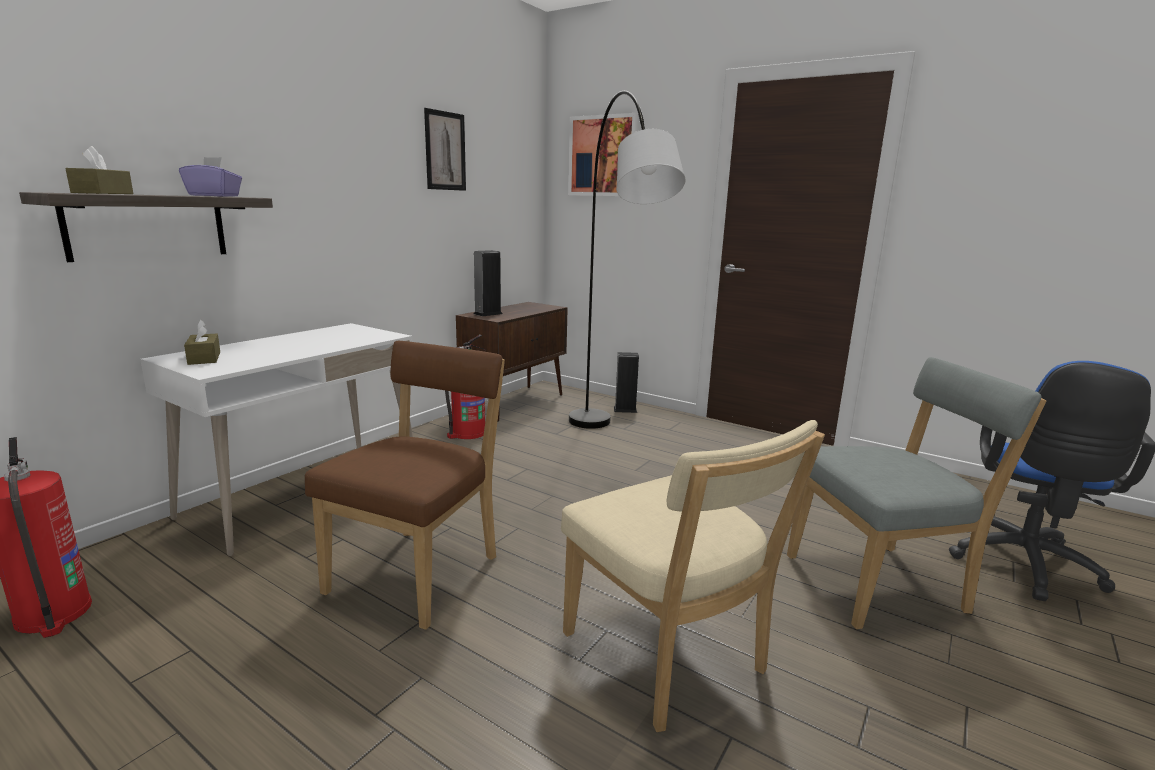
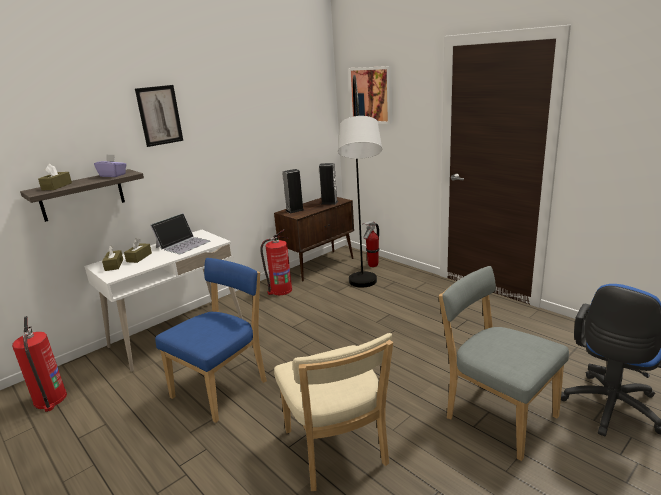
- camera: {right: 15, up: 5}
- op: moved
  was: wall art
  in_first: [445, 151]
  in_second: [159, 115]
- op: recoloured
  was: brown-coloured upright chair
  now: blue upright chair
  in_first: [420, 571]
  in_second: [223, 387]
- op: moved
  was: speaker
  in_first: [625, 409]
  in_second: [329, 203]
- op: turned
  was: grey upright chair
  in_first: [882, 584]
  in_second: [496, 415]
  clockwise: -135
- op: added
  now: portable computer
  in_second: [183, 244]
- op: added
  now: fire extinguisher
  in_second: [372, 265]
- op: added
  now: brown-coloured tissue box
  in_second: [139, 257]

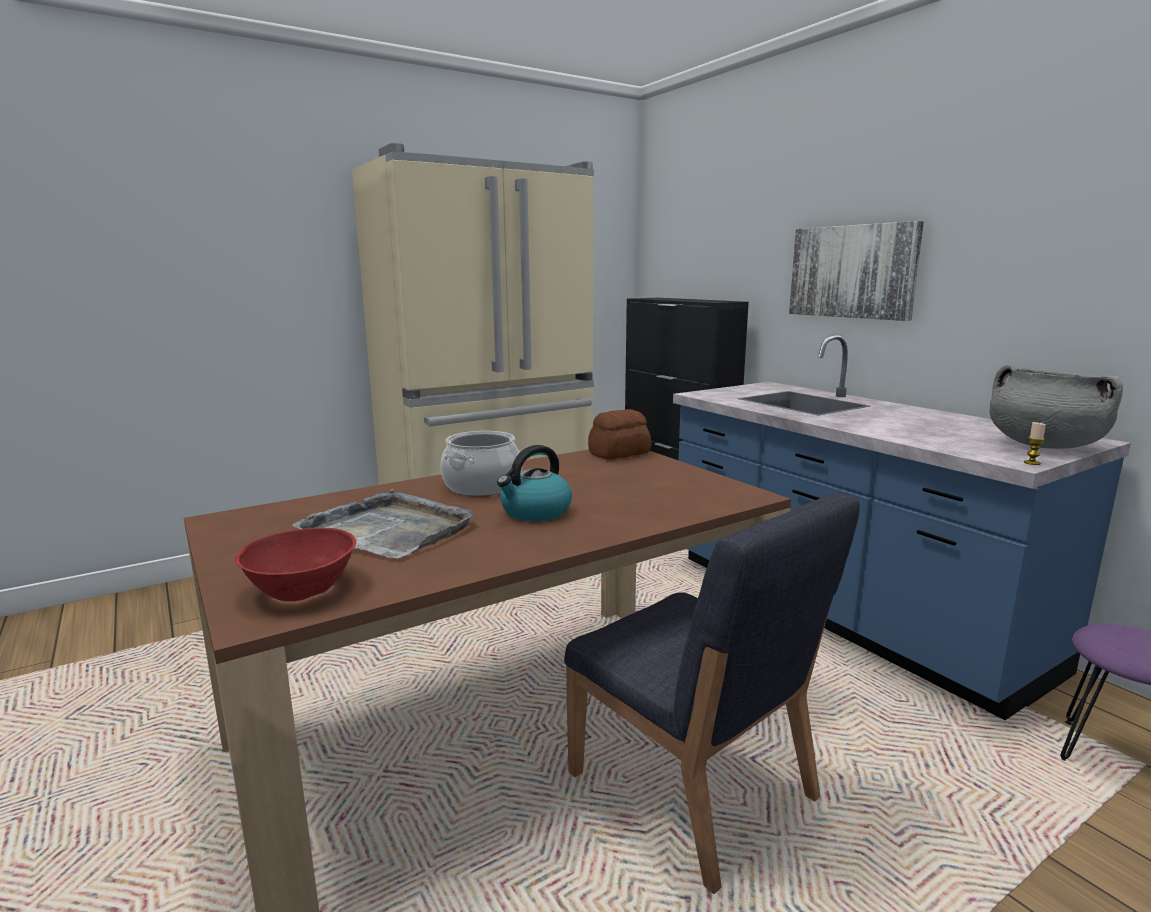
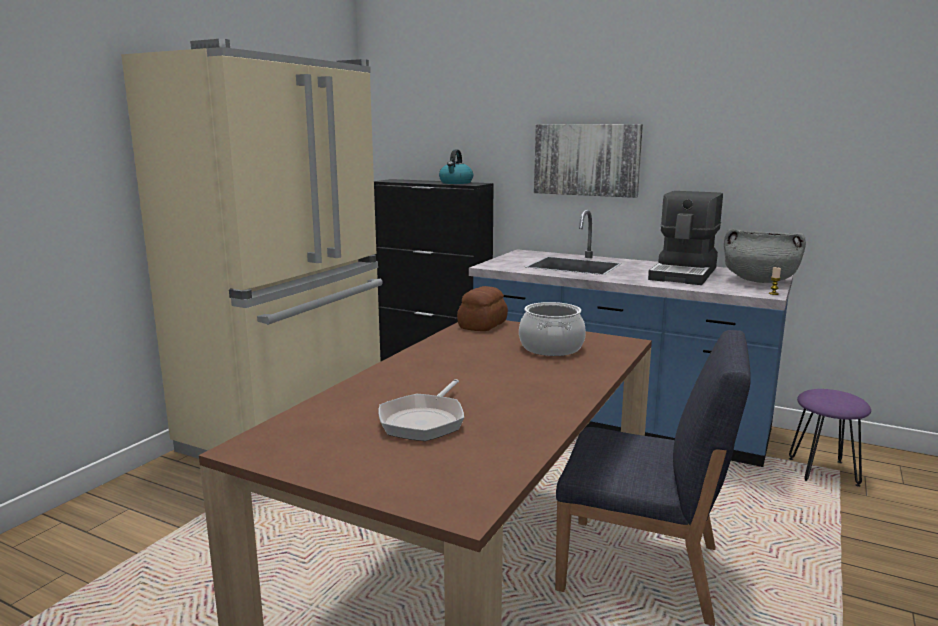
- camera: {right: -30, up: 0}
- op: moved
  was: cooking pot
  in_first: [482, 486]
  in_second: [552, 348]
- op: moved
  was: tea kettle
  in_first: [535, 512]
  in_second: [456, 183]
- op: replaced
  was: grey carrying tray
  now: frying pan
  in_first: [389, 530]
  in_second: [424, 421]
- op: removed
  was: reddish deep dish
  in_first: [300, 589]
- op: added
  now: coffee brewer
  in_second: [684, 274]

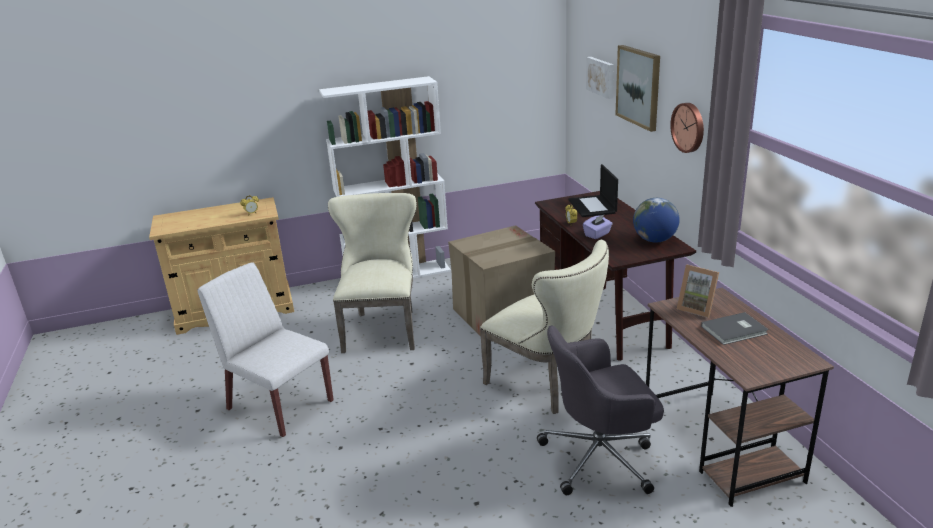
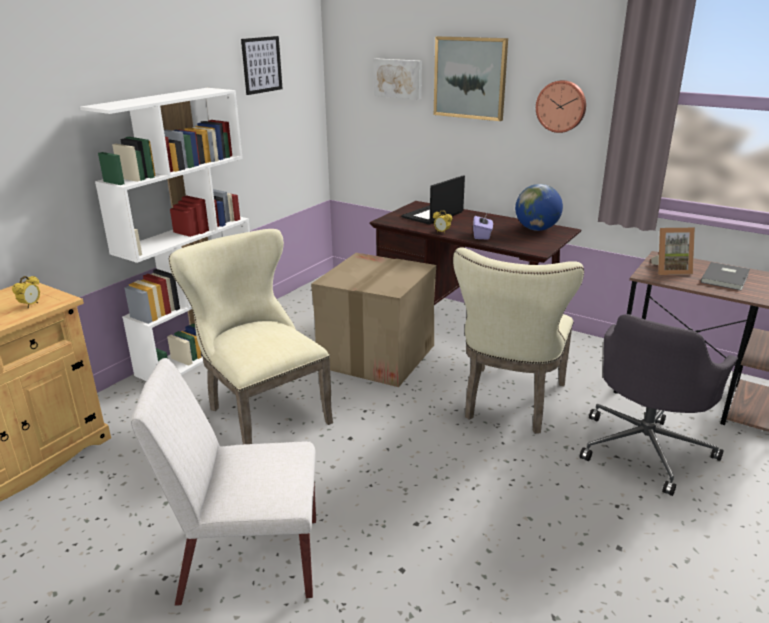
- camera: {right: -40, up: 0}
- op: turned
  was: portable computer
  in_first: [593, 206]
  in_second: [432, 215]
  clockwise: 90
- op: turned
  was: sand-coloured upright chair
  in_first: [547, 385]
  in_second: [510, 404]
  clockwise: 105
- op: added
  now: wall art
  in_second: [261, 65]

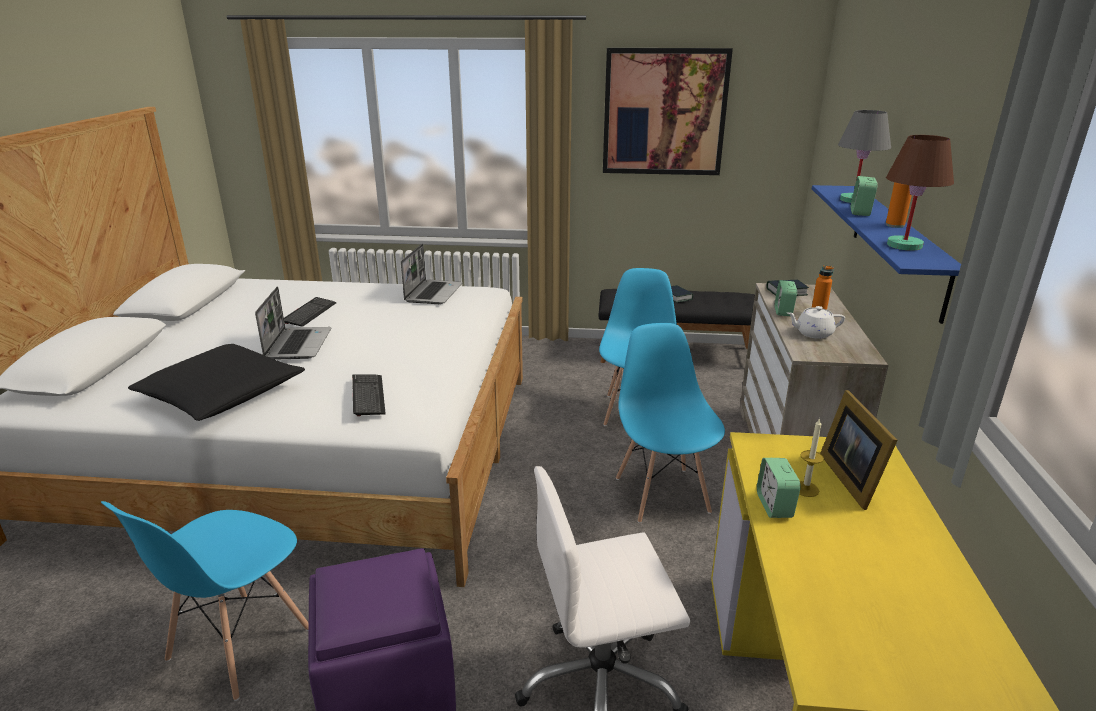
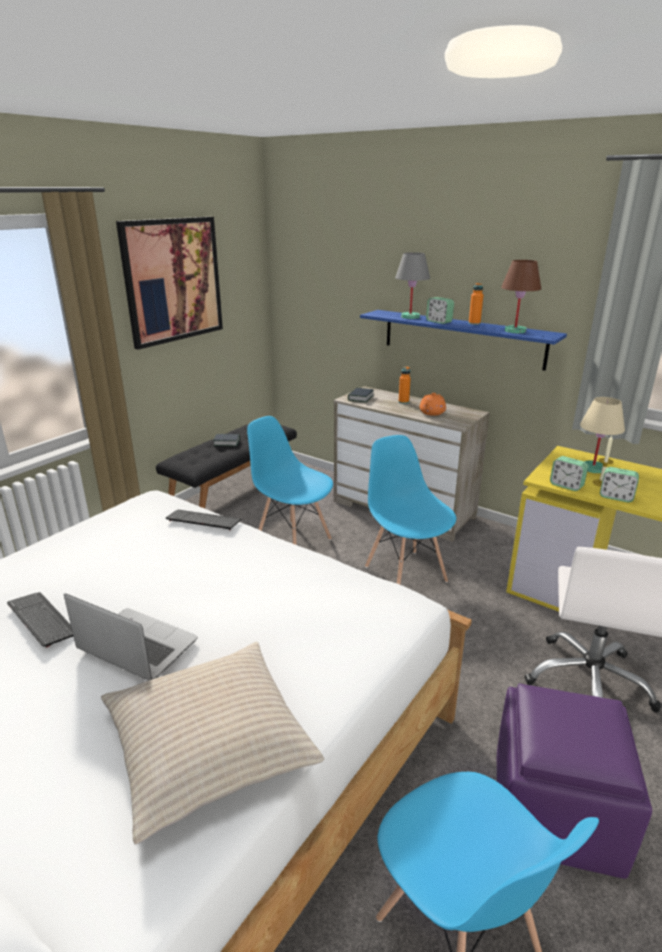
- camera: {right: -60, up: 0}
- op: removed
  was: portable computer
  in_first: [433, 293]
- op: moved
  was: table clock
  in_first: [783, 311]
  in_second: [566, 485]
- op: recoloured
  was: white pot for tea
  now: orangey pot for tea
  in_first: [813, 333]
  in_second: [431, 413]
- op: turned
  was: blue upright chair
  in_first: [662, 494]
  in_second: [405, 573]
  clockwise: 45
- op: recoloured
  was: black pillow
  now: sand-coloured pillow
  in_first: [221, 395]
  in_second: [209, 745]
- op: moved
  was: PC keyboard
  in_first: [368, 396]
  in_second: [204, 520]
- op: replaced
  was: standing frame
  now: sand-coloured tabletop lamp
  in_first: [852, 478]
  in_second: [593, 468]

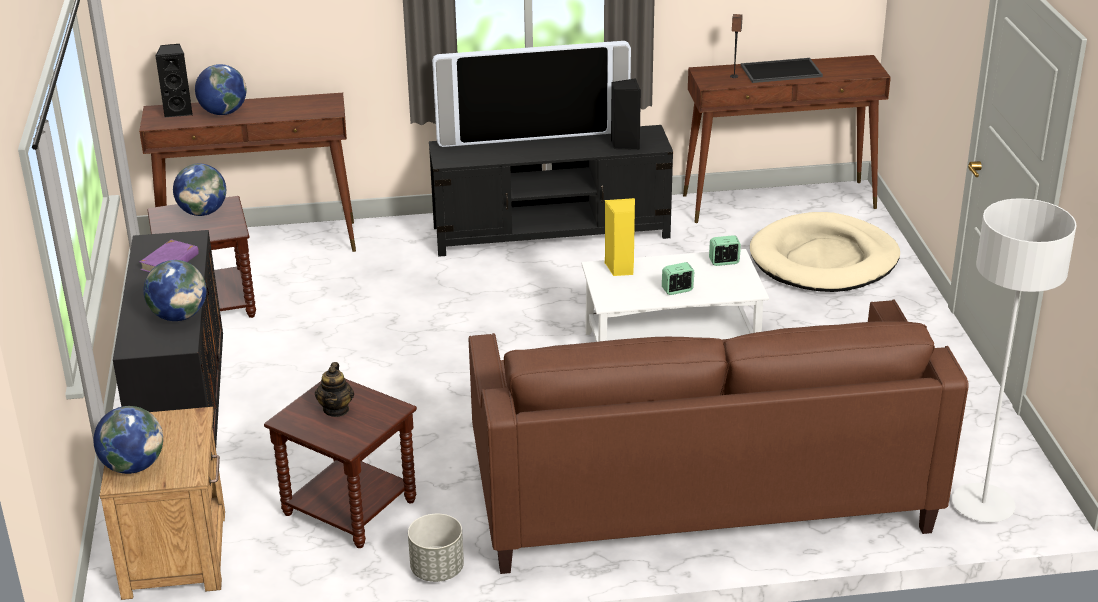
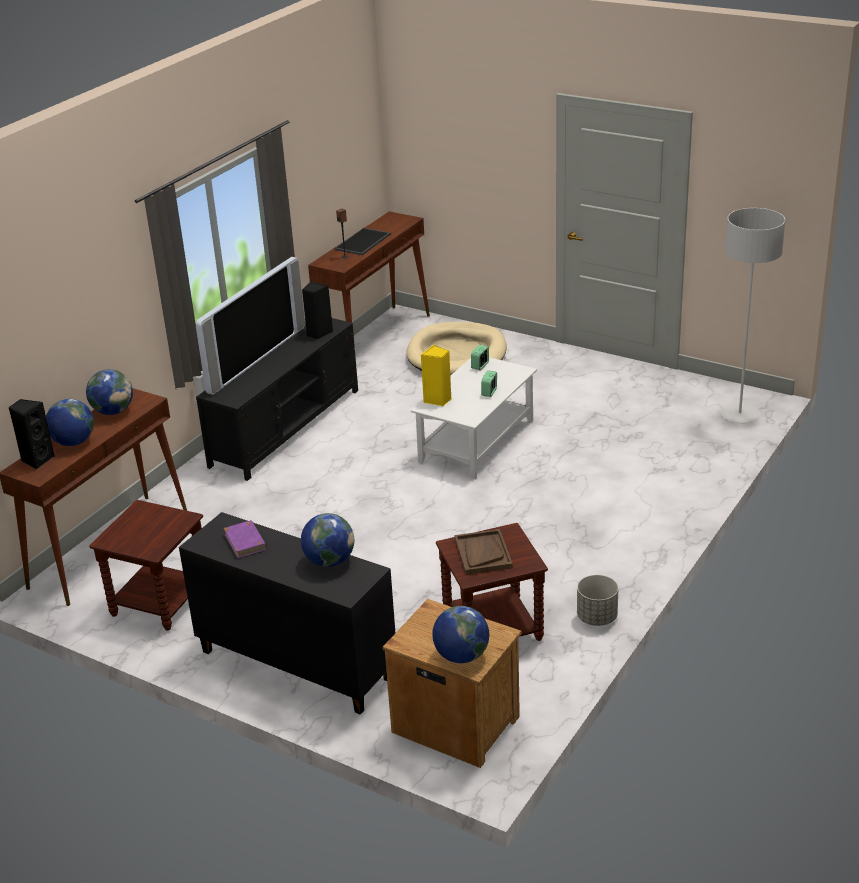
- camera: {right: -50, up: 0}
- op: moved
  was: globe
  in_first: [203, 212]
  in_second: [113, 411]
- op: removed
  was: brown-coloured couch
  in_first: [700, 488]
- op: replaced
  was: pot for tea
  now: brown-coloured carrying tray
  in_first: [336, 409]
  in_second: [483, 553]

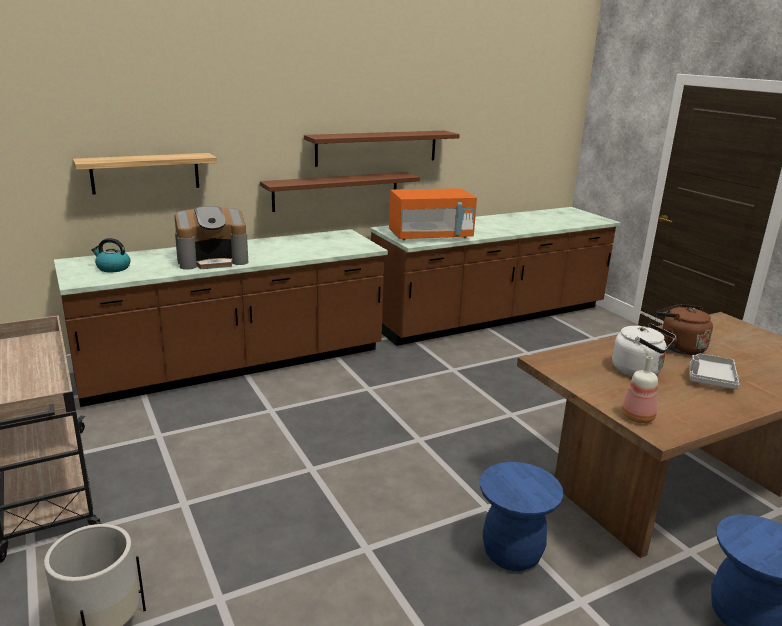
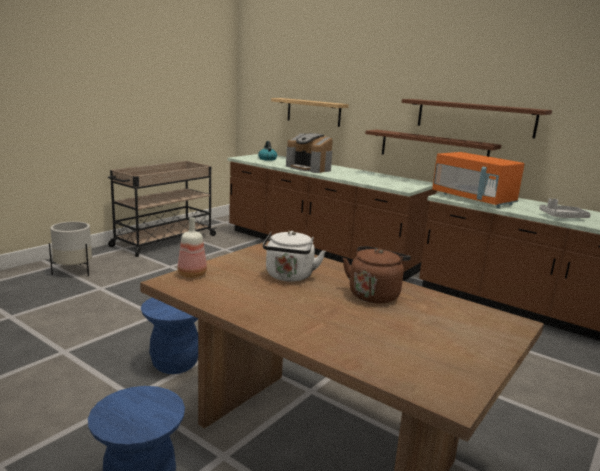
- camera: {right: 65, up: -5}
- op: moved
  was: grey carrying tray
  in_first: [710, 378]
  in_second: [562, 217]

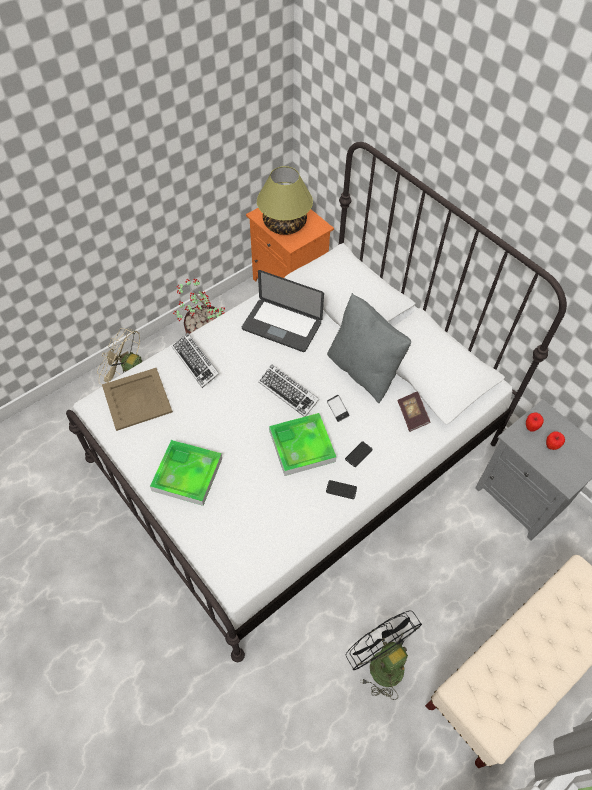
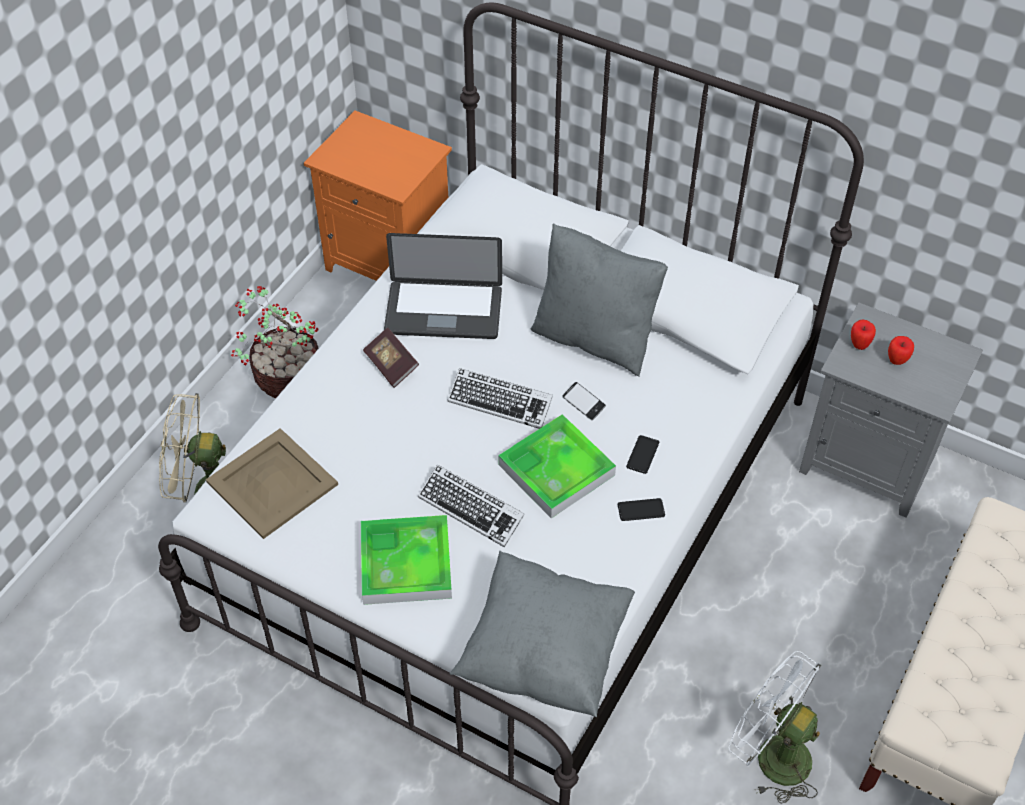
- camera: {right: -20, up: -5}
- op: removed
  was: tabletop lamp
  in_first: [285, 224]
- op: moved
  was: PC keyboard
  in_first: [196, 362]
  in_second: [471, 509]
- op: moved
  was: volume
  in_first: [412, 415]
  in_second: [391, 365]
- op: recoloured
  was: black electric fan
  now: white electric fan
  in_first: [380, 662]
  in_second: [771, 755]
- op: added
  now: grey pillow
  in_second: [544, 652]

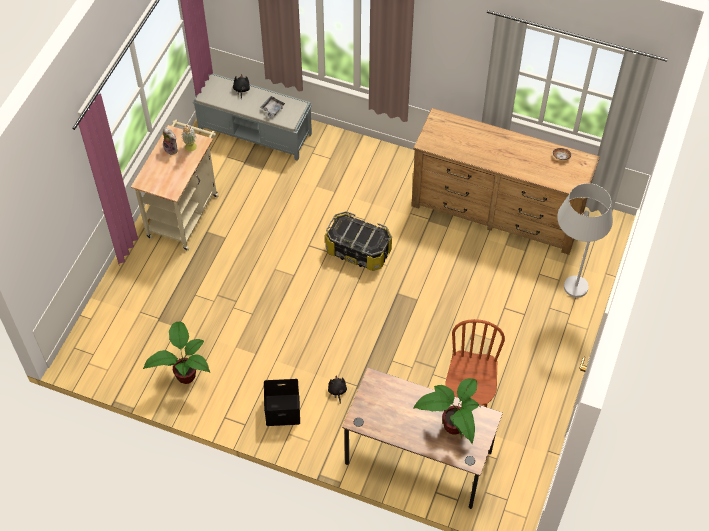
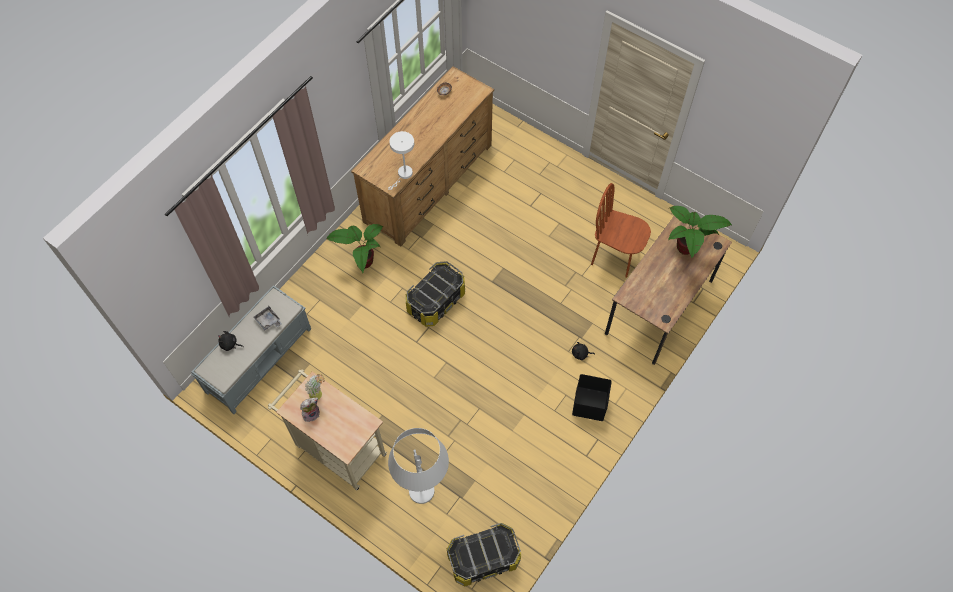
- camera: {right: -75, up: 5}
- op: moved
  was: white standing lamp
  in_first: [565, 293]
  in_second: [426, 504]
- op: moved
  was: potted plant
  in_first: [185, 375]
  in_second: [362, 263]
- op: added
  now: white tabletop lamp
  in_second: [403, 175]
- op: added
  now: storage container
  in_second: [483, 558]

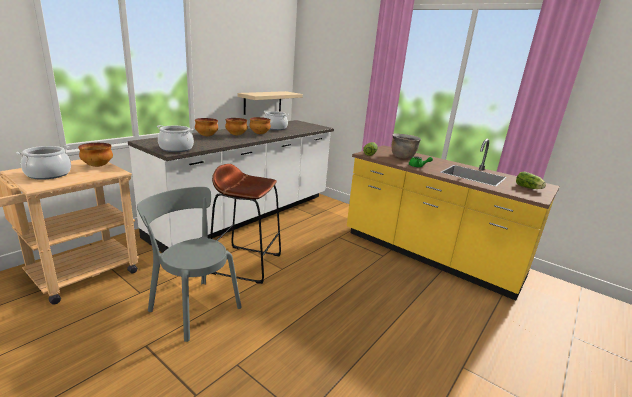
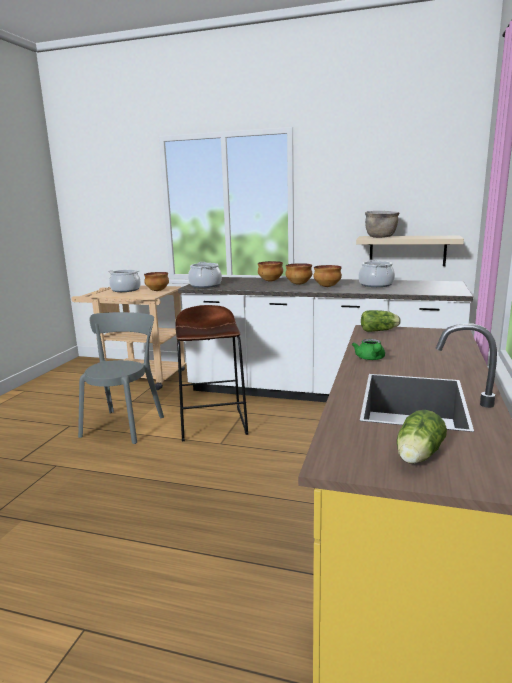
- camera: {right: 70, up: -5}
- op: moved
  was: brown-coloured cooking pot
  in_first: [403, 157]
  in_second: [381, 237]

